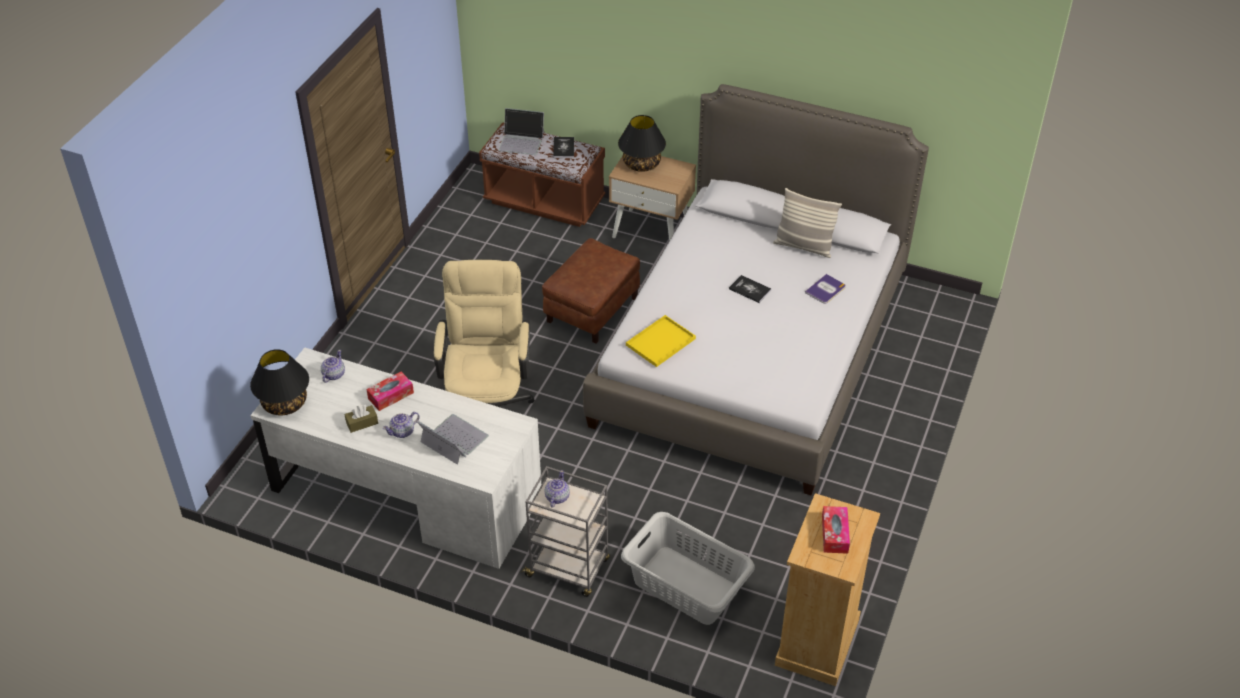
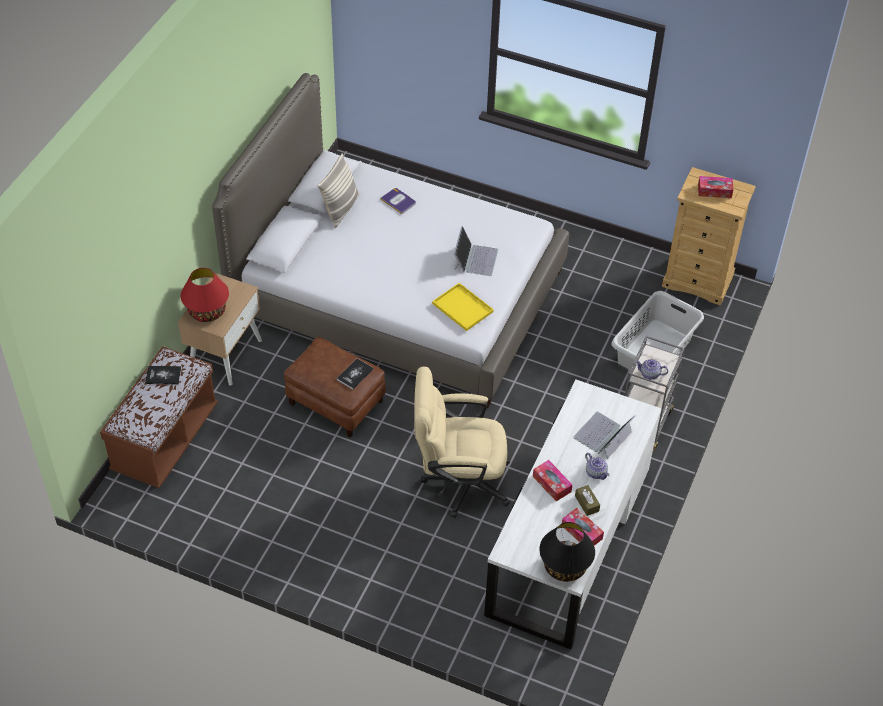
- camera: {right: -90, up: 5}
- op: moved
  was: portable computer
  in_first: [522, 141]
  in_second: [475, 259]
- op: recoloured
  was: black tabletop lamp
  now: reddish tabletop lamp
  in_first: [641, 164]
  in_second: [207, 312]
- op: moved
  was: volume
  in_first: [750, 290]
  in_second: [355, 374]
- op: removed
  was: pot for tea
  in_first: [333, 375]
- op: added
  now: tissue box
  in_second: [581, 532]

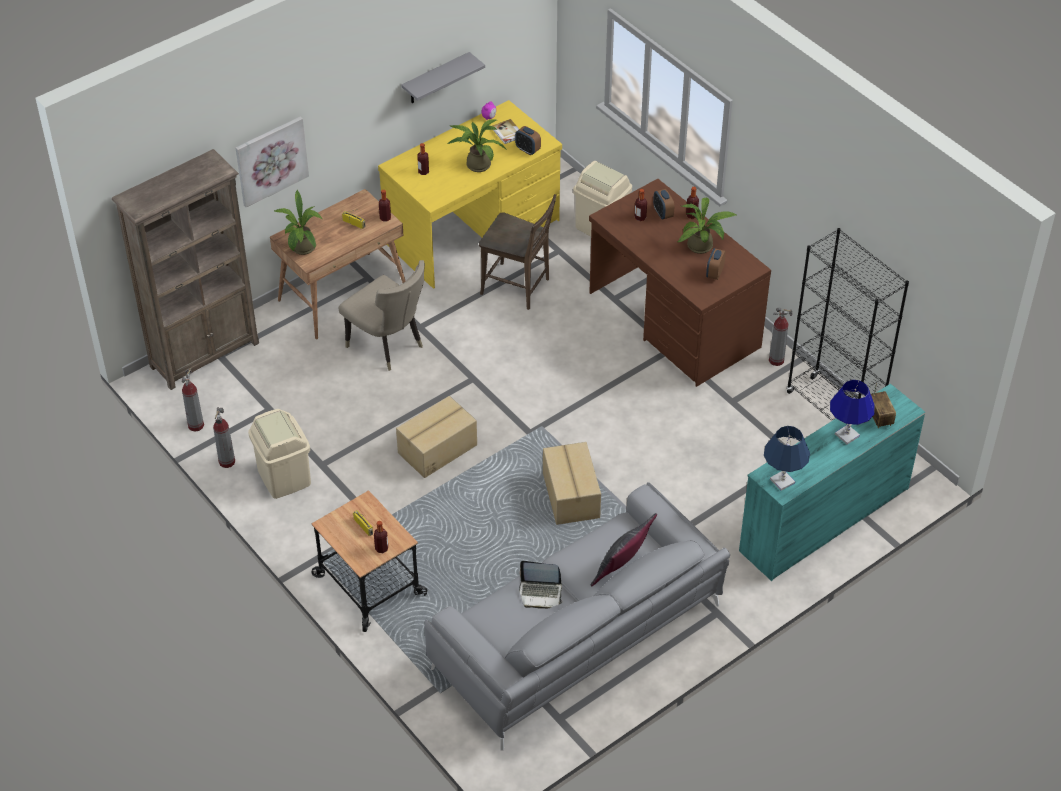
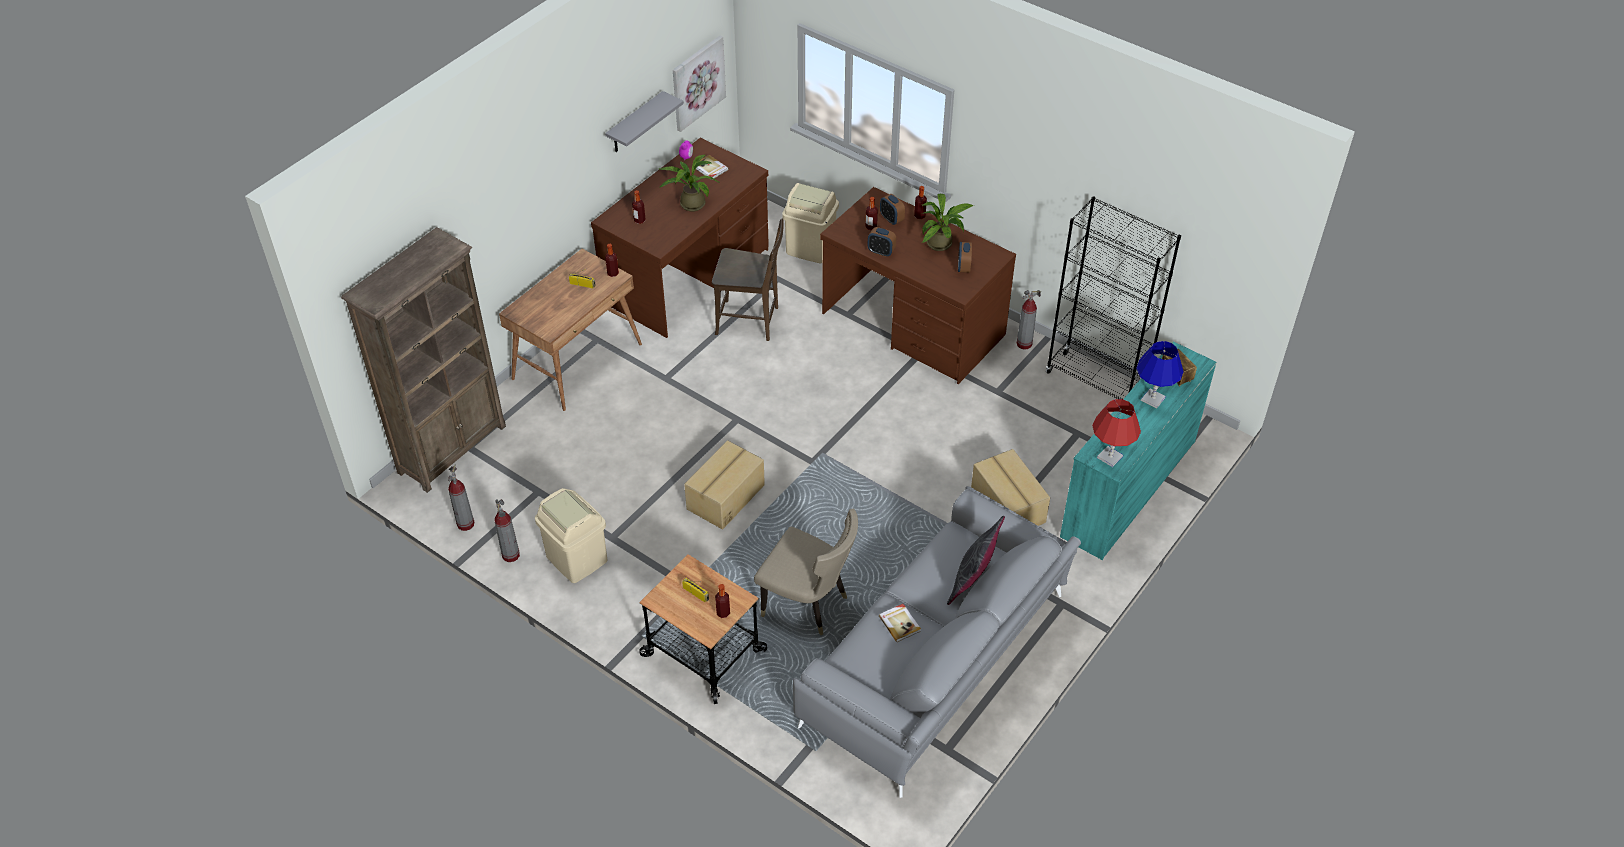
- camera: {right: -15, up: 0}
- op: recoloured
  was: yellow desk unit
  now: brown-coloured desk unit
  in_first: [473, 232]
  in_second: [688, 276]
- op: moved
  was: wall art
  in_first: [271, 160]
  in_second: [697, 82]
- op: moved
  was: table clock
  in_first: [527, 150]
  in_second: [881, 252]
- op: removed
  was: potted plant
  in_first: [302, 249]
- op: moved
  was: sand-coloured upright chair
  in_first: [388, 346]
  in_second: [809, 605]
- op: recoloured
  was: blue tabletop lamp
  now: reddish tabletop lamp
  in_first: [782, 481]
  in_second: [1110, 457]
- op: moved
  was: carton
  in_first: [570, 495]
  in_second: [1007, 506]
- op: replaced
  was: portable computer
  now: volume
  in_first: [540, 593]
  in_second: [900, 623]

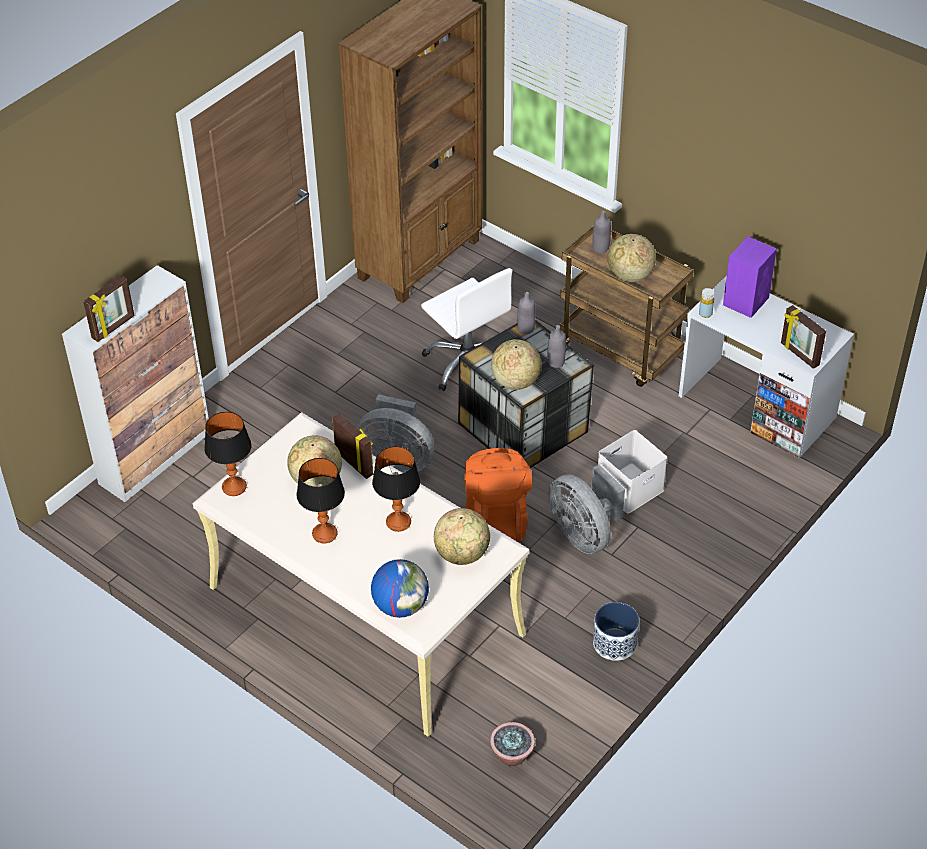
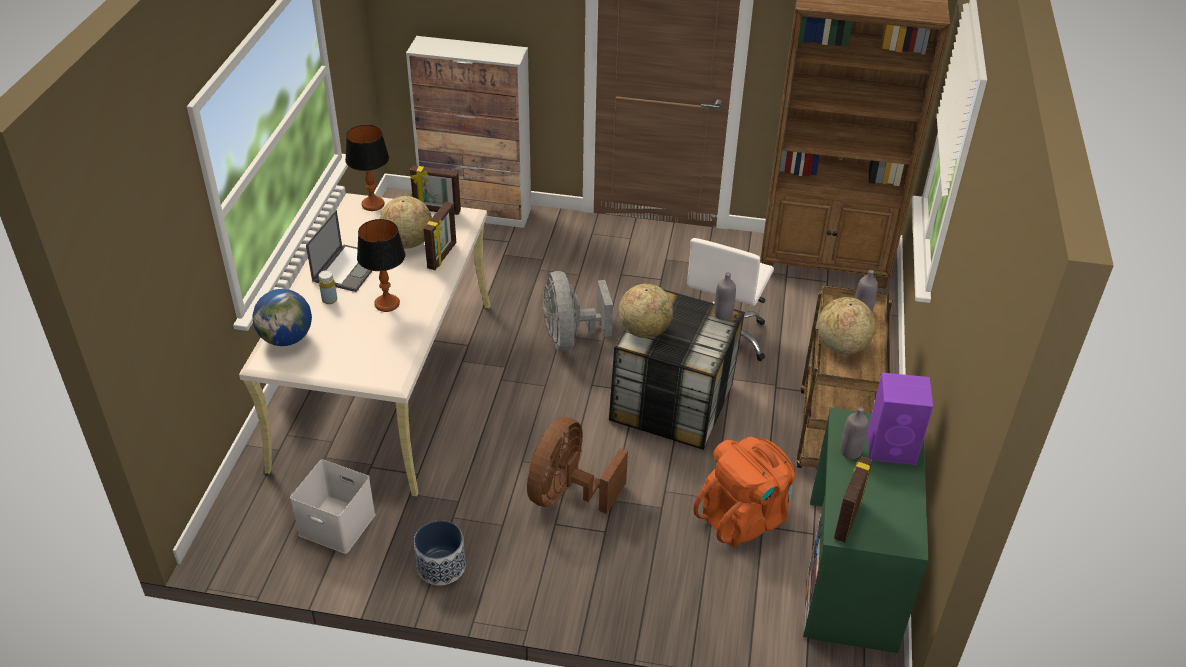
- camera: {right: 60, up: -5}
- op: moved
  was: standing frame
  in_first: [114, 328]
  in_second: [437, 210]
- op: recoloured
  was: white desk unit
  now: green-coloured desk unit
  in_first: [757, 406]
  in_second: [852, 573]
- op: moved
  was: yellow beverage bottle
  in_first: [705, 313]
  in_second: [329, 300]
- op: moved
  was: grey beverage bottle
  in_first: [556, 362]
  in_second: [850, 452]
- op: moved
  was: white storage container
  in_first: [629, 489]
  in_second: [335, 525]
- op: moved
  was: orangey backpack
  in_first: [497, 519]
  in_second: [744, 517]
- op: replaced
  was: tabletop lamp
  now: portable computer
  in_first: [324, 534]
  in_second: [348, 268]
- op: recoloured
  was: grey electric fan
  now: brown-coloured electric fan
  in_first: [584, 534]
  in_second: [567, 494]
- op: removed
  was: globe
  in_first: [462, 554]
- op: removed
  was: potted plant
  in_first: [512, 755]

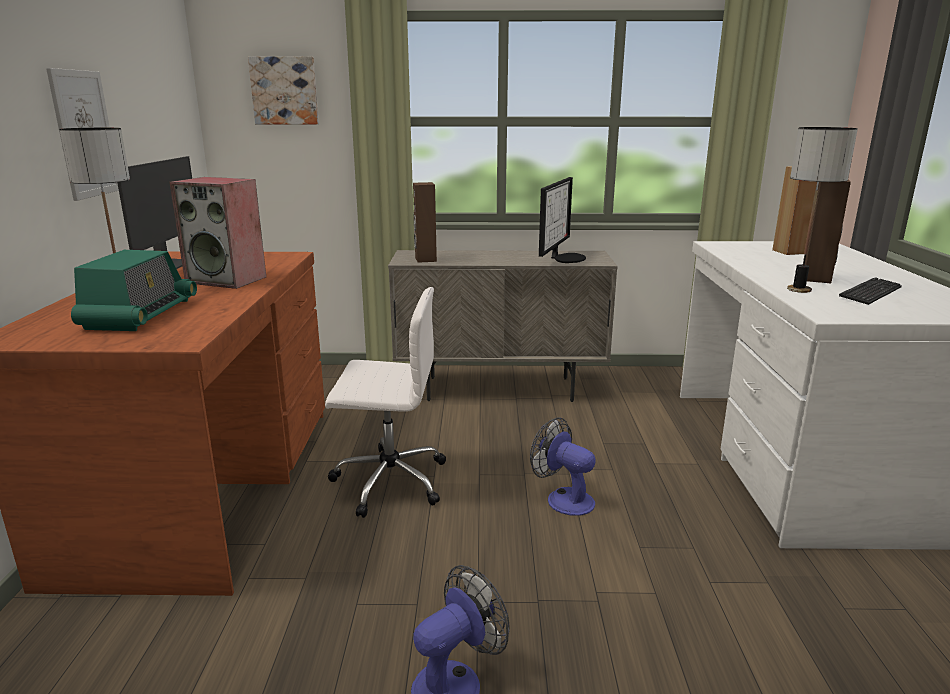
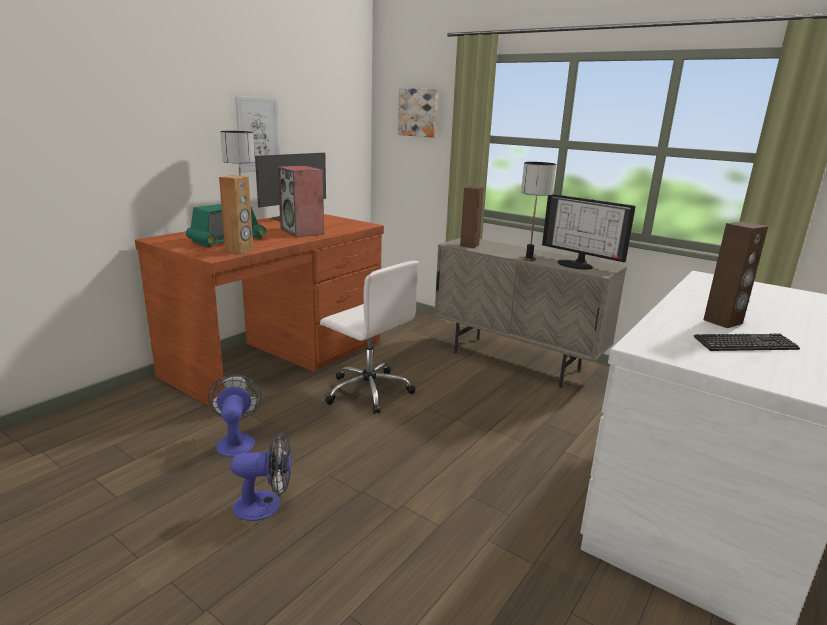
- camera: {right: 35, up: 0}
- op: moved
  was: tabletop lamp
  in_first: [799, 289]
  in_second: [529, 259]
- op: moved
  was: brown-coloured speaker
  in_first: [789, 252]
  in_second: [239, 250]
- op: turned
  was: computer display
  in_first: [565, 258]
  in_second: [577, 264]
  clockwise: 75
- op: moved
  was: electric fan
  in_first: [563, 498]
  in_second: [236, 441]

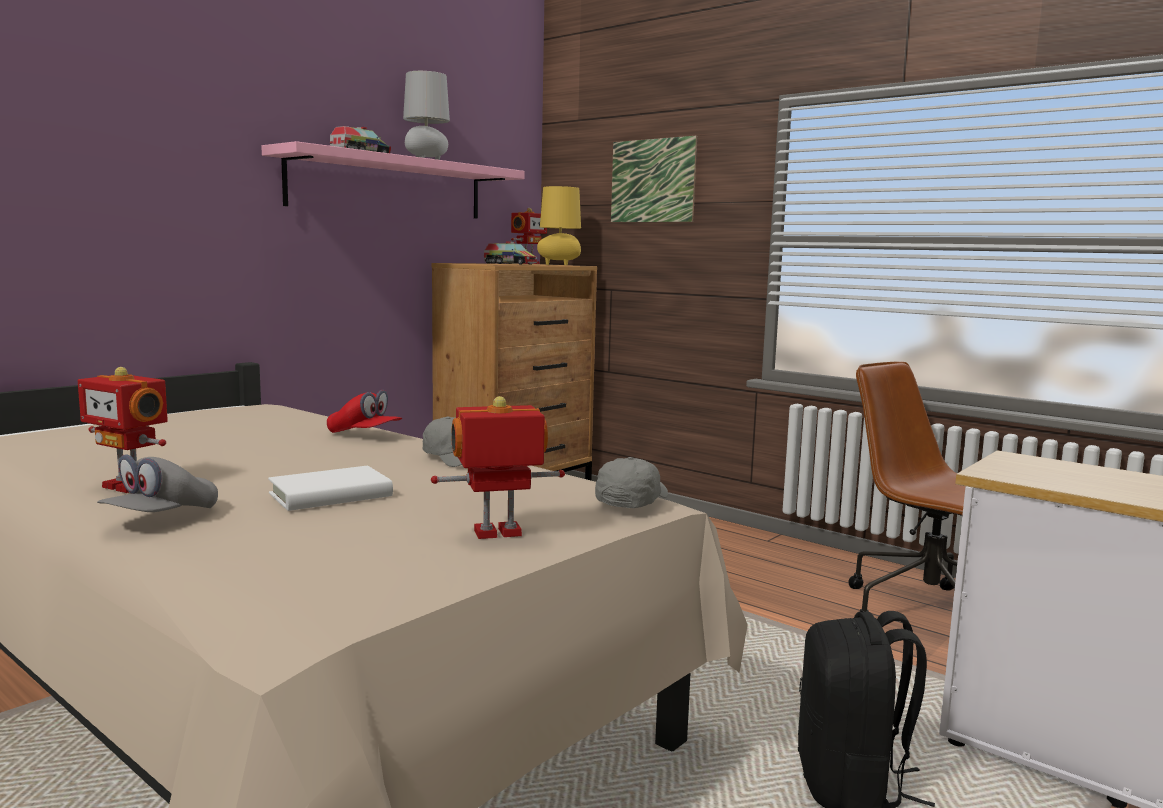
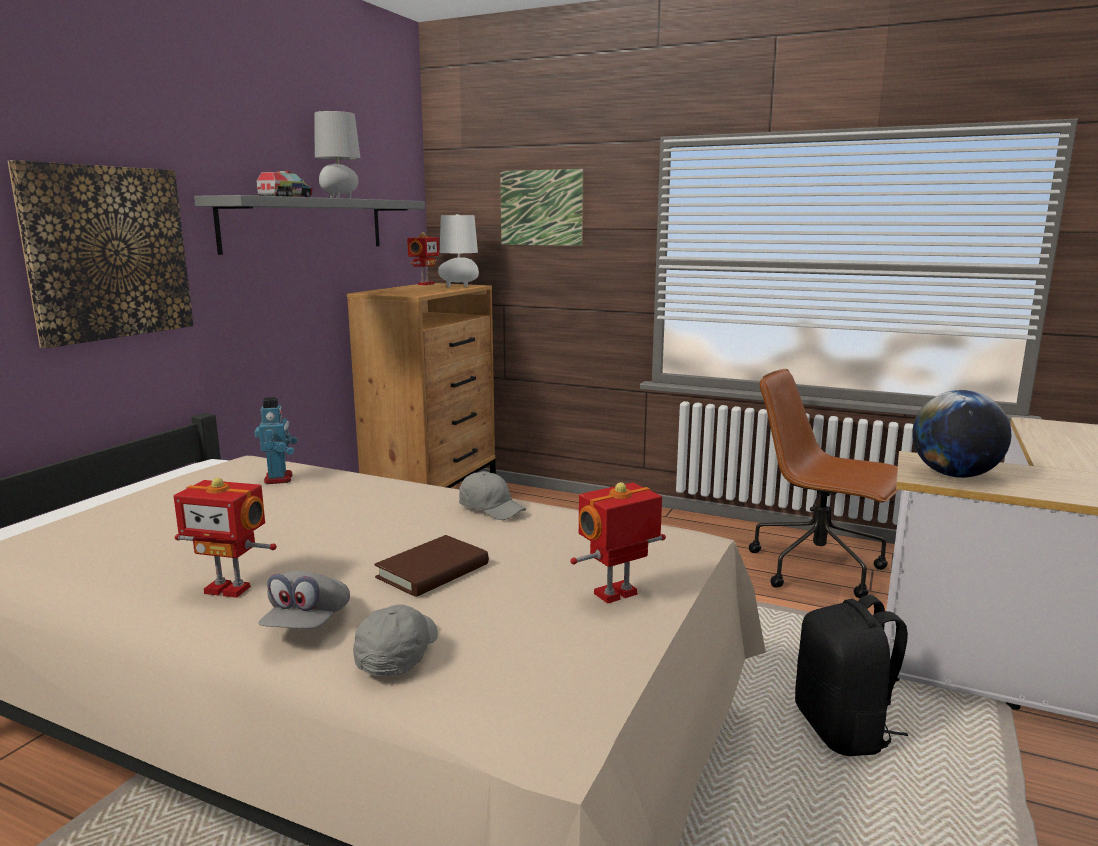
- camera: {right: -15, up: 5}
- op: recoloured
  was: pinkish wall shelf
  now: grey wall shelf
  in_first: [389, 186]
  in_second: [306, 224]
- op: recoloured
  was: yellow tabletop lamp
  now: white tabletop lamp
  in_first: [559, 265]
  in_second: [459, 286]
- op: removed
  was: toy truck
  in_first: [510, 264]
- op: removed
  was: reddish baseball cap
  in_first: [364, 435]
- op: moved
  was: grey baseball cap
  in_first: [631, 501]
  in_second: [397, 654]
- op: recoloured
  was: white volume
  now: brown-coloured volume
  in_first: [331, 495]
  in_second: [433, 571]
- op: added
  now: wall art
  in_second: [108, 253]
- op: added
  now: globe
  in_second: [954, 475]
- op: added
  now: model robot
  in_second: [279, 479]

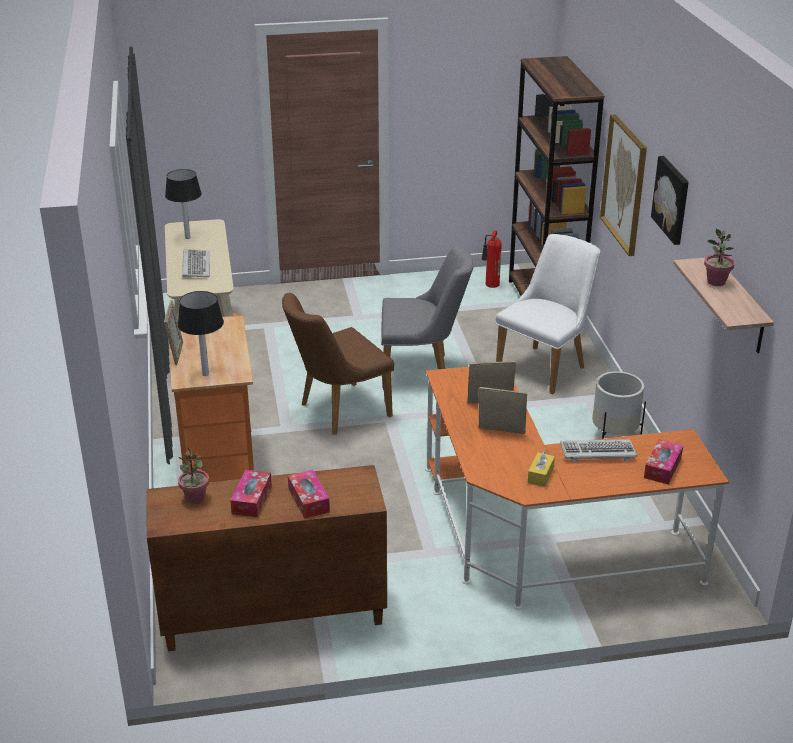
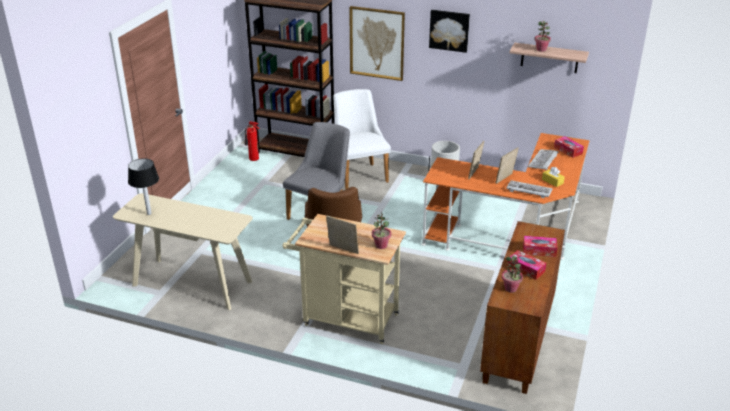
- camera: {right: -60, up: 0}
- op: moved
  was: PC keyboard
  in_first: [195, 266]
  in_second: [528, 190]
- op: replaced
  was: tabletop lamp
  now: potted plant
  in_first: [205, 374]
  in_second: [381, 245]
- op: recoloured
  was: orangey trolley
  now: sand-coloured trolley
  in_first: [218, 461]
  in_second: [345, 319]

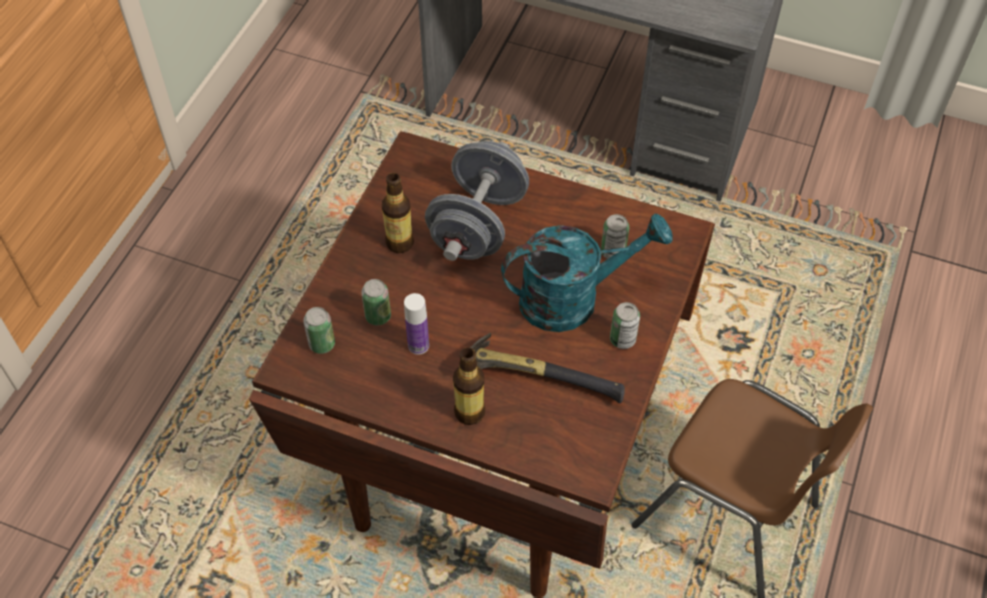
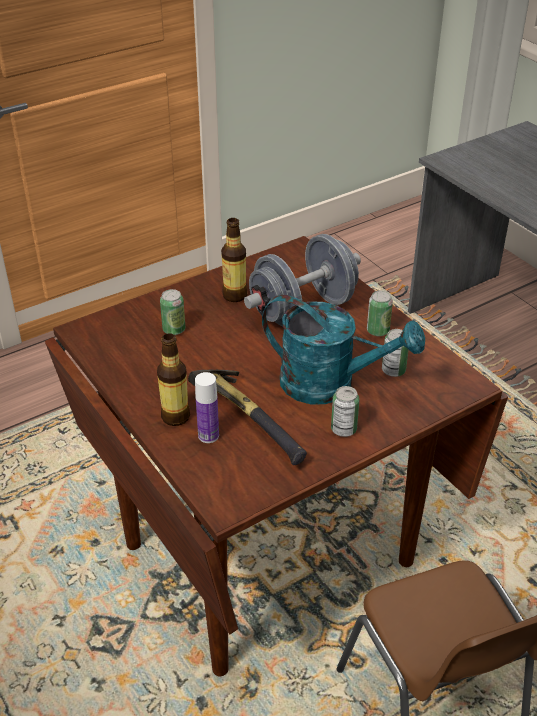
- camera: {right: 35, up: -15}
- op: moved
  was: beverage bottle
  in_first: [418, 345]
  in_second: [208, 435]
- op: moved
  was: metal can
  in_first: [322, 344]
  in_second: [378, 331]

